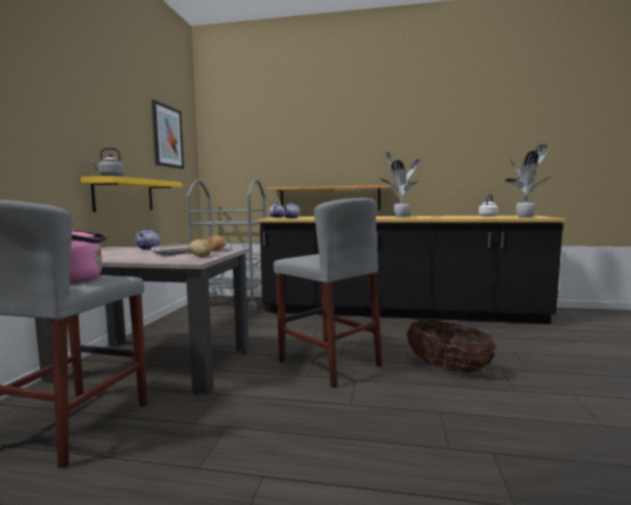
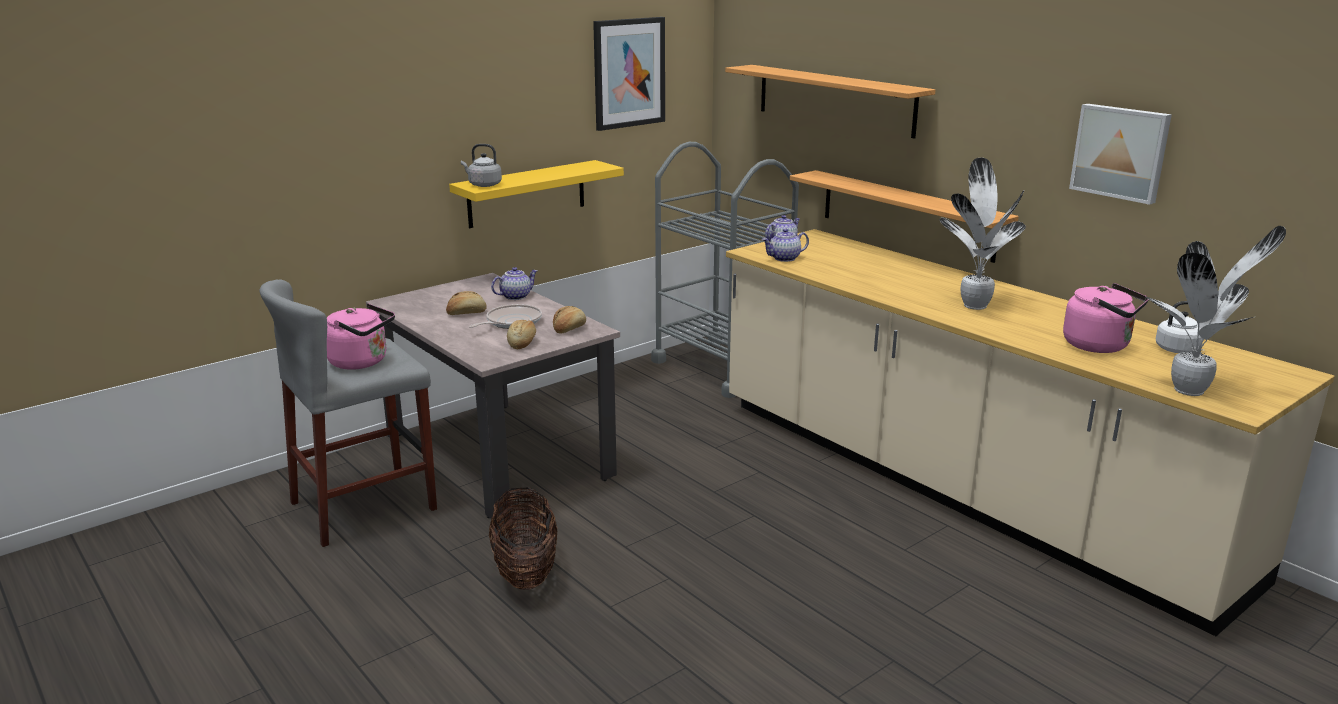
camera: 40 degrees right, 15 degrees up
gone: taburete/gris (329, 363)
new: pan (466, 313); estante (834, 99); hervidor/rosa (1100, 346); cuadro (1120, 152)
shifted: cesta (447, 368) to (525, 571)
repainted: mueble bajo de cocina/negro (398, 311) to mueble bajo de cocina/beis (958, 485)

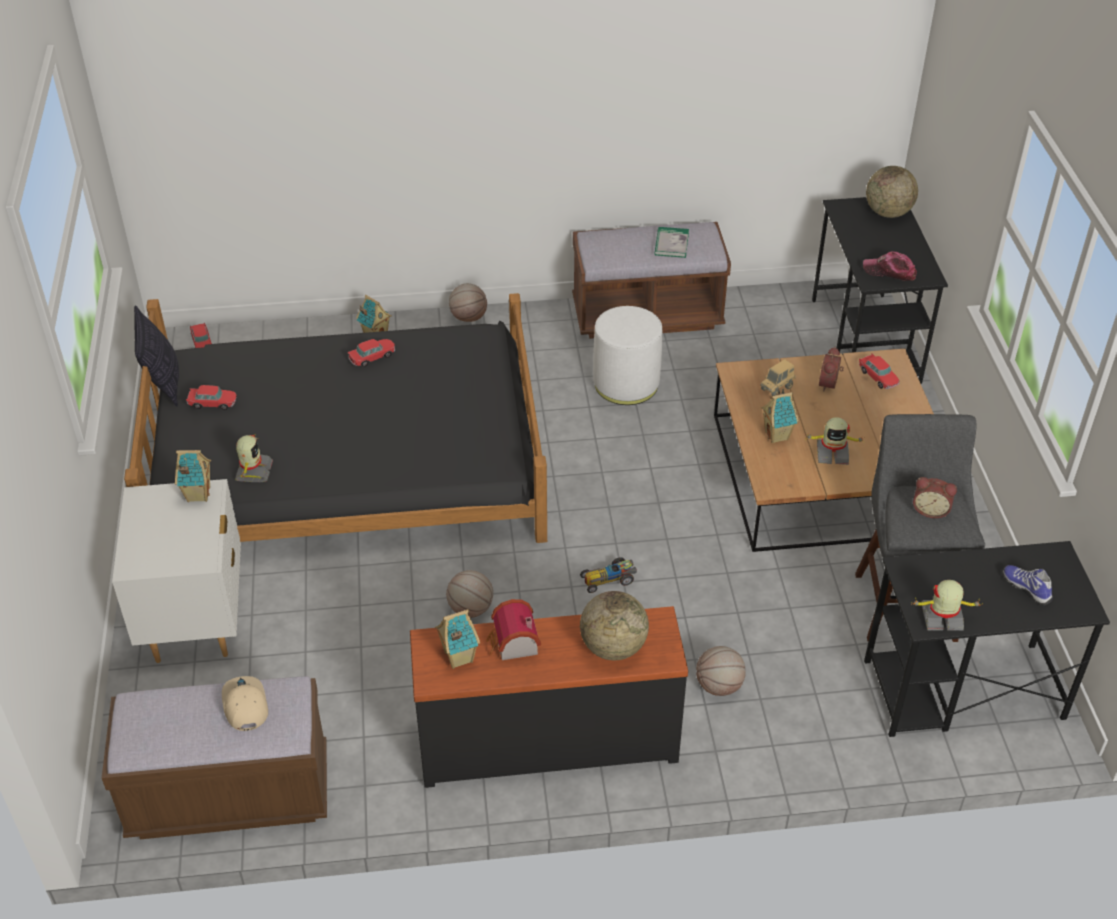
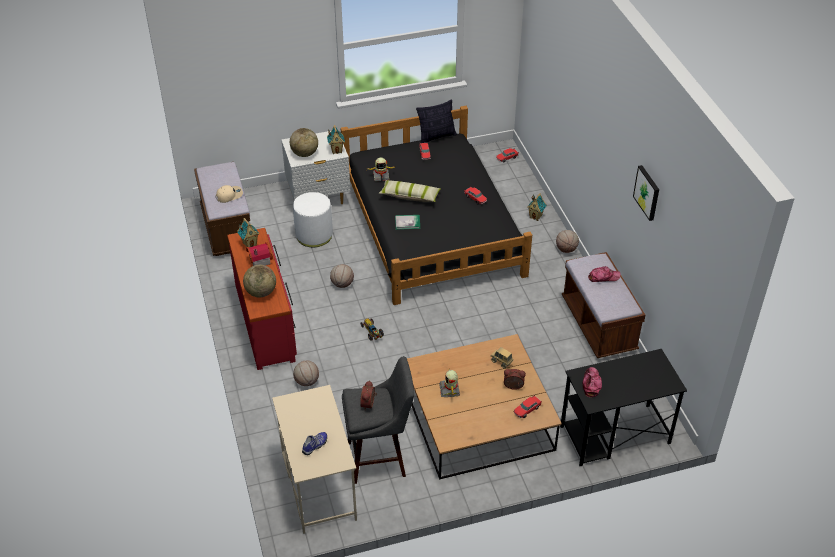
camera: 80 degrees right, 0 degrees up
gone: casita (777, 436); robot de juguete (942, 618)
new: cojín (410, 196); gorra (603, 277); cuadro (647, 192)
shifted: globo terráqueo (888, 212) to (304, 153); puf/blanco (626, 384) to (314, 235); libro (671, 244) to (407, 223)
repainted: cómoda/negro (547, 739) to cómoda/rojo (266, 322); escritorio/negro (961, 690) to escritorio/beis (318, 485)

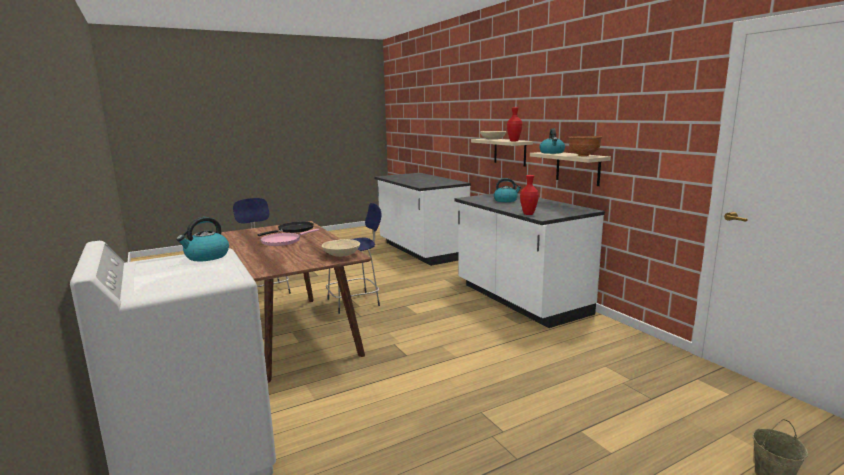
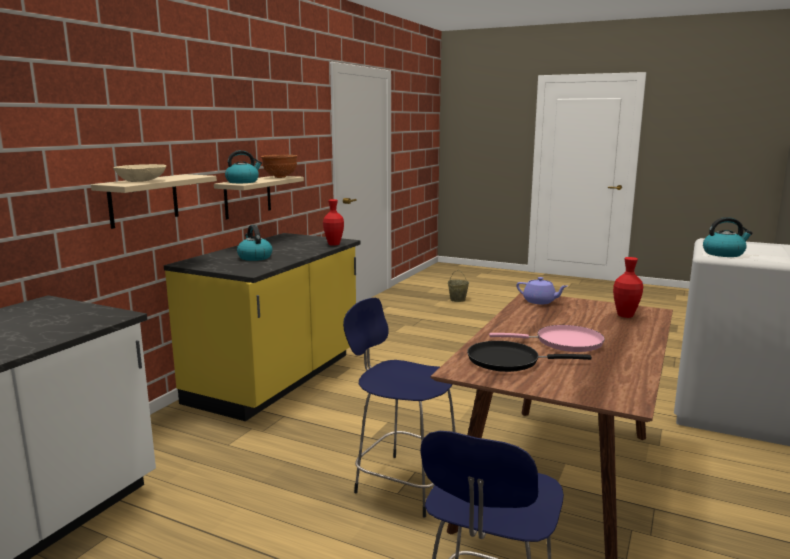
camera: 125 degrees left, 0 degrees up
shifted: florero/rojo (514, 141) to (625, 316)
swapped: cuenco/beis (341, 255) to tetera/morado (540, 301)
repainted: mueble bajo de cocina/blanco (520, 299) to mueble bajo de cocina/amarillo (277, 379)

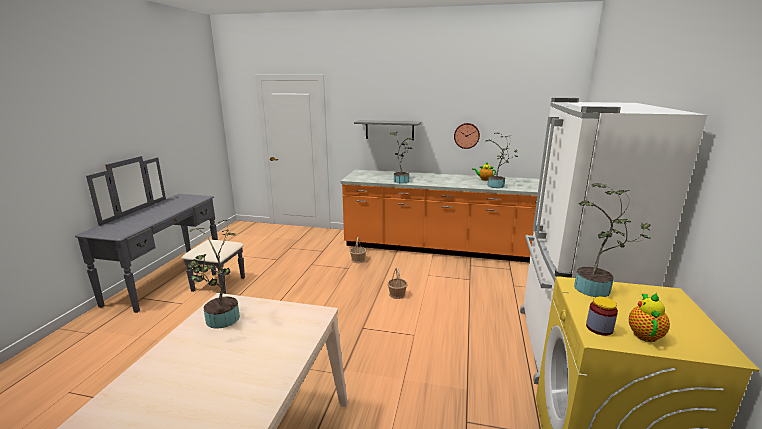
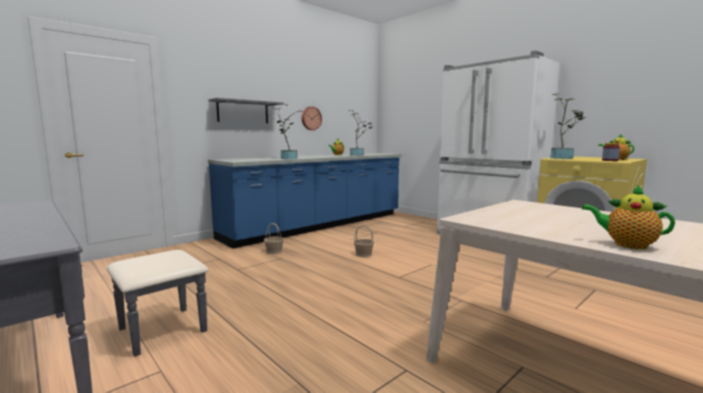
camera: 55 degrees left, 10 degrees down
gone: planta en maceta (221, 321)
new: tetera (626, 244)
repainted: mueble bajo de cocina/naranja (445, 248) to mueble bajo de cocina/azul (318, 225)

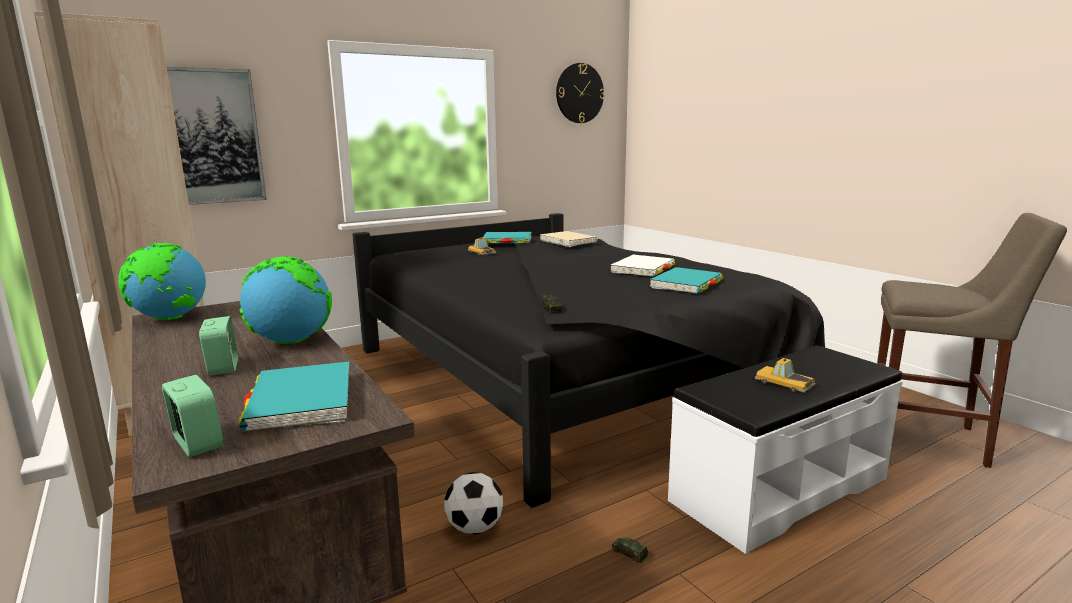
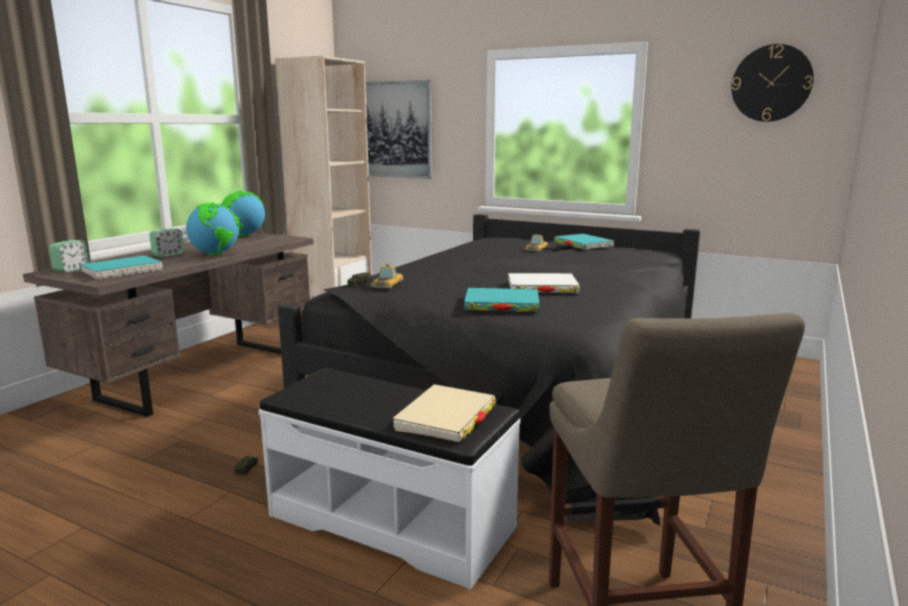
camera: 60 degrees right, 0 degrees up
gone: balón de fútbol (474, 528)
shifted: coche de juguete (783, 383) to (387, 284); libro/beis (568, 241) to (446, 417)

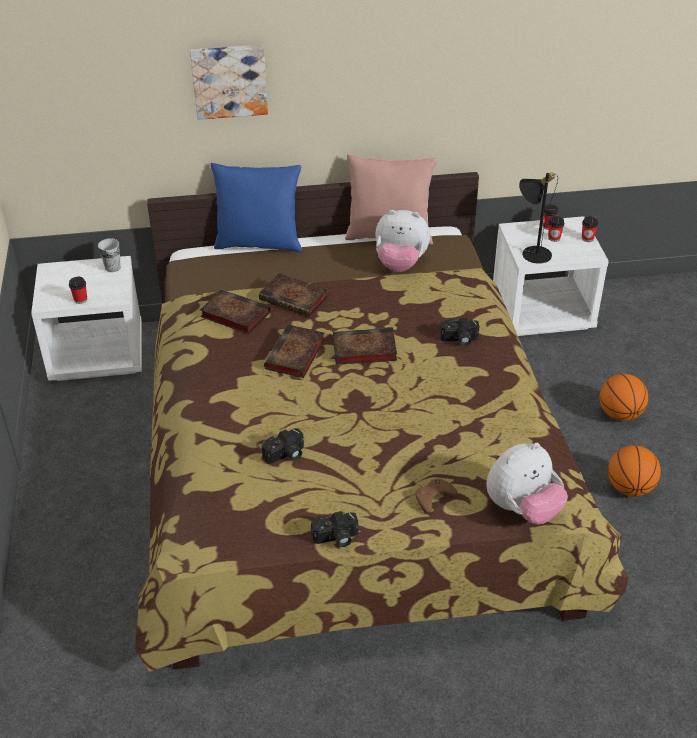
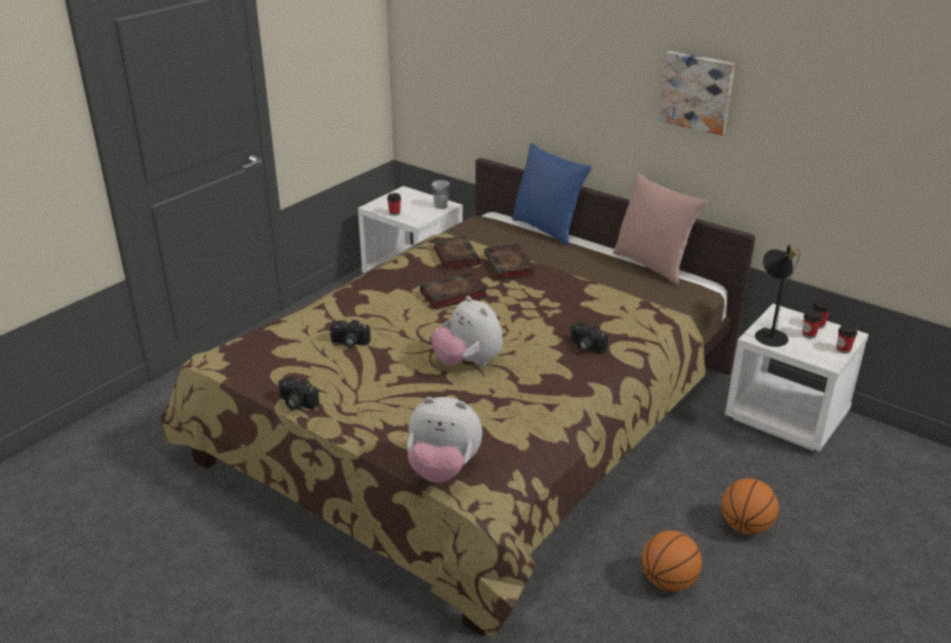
camera: 45 degrees right, 10 degrees down
gone: libro (362, 350); mando de consola/marrón (433, 497)
shifted: peluche (400, 264) to (468, 362); cuadro (229, 80) to (697, 91)

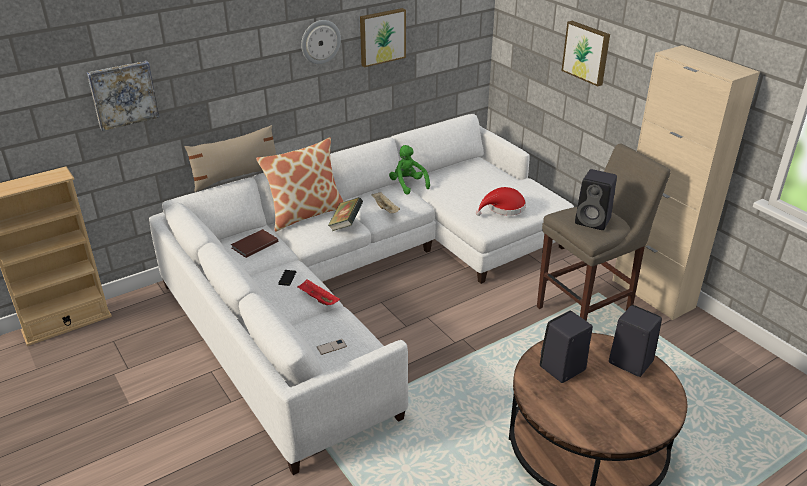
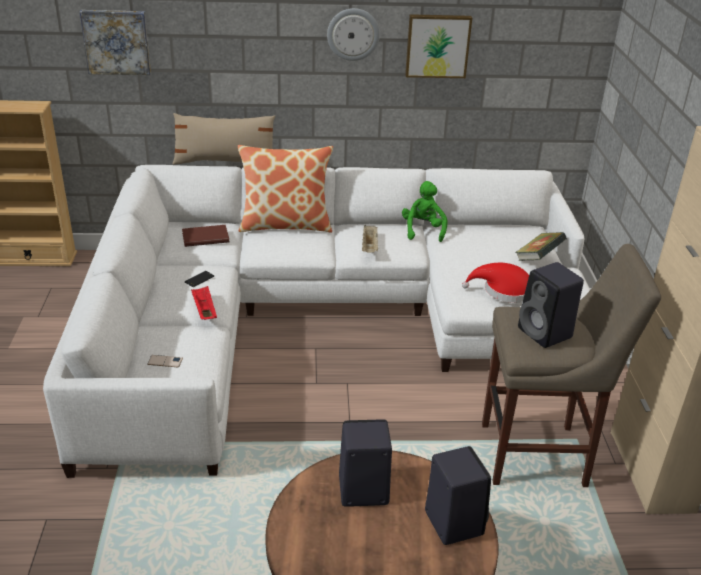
camera: 30 degrees right, 0 degrees up
gone: cuadro (587, 52)
shifted: libro (346, 224) to (538, 258)

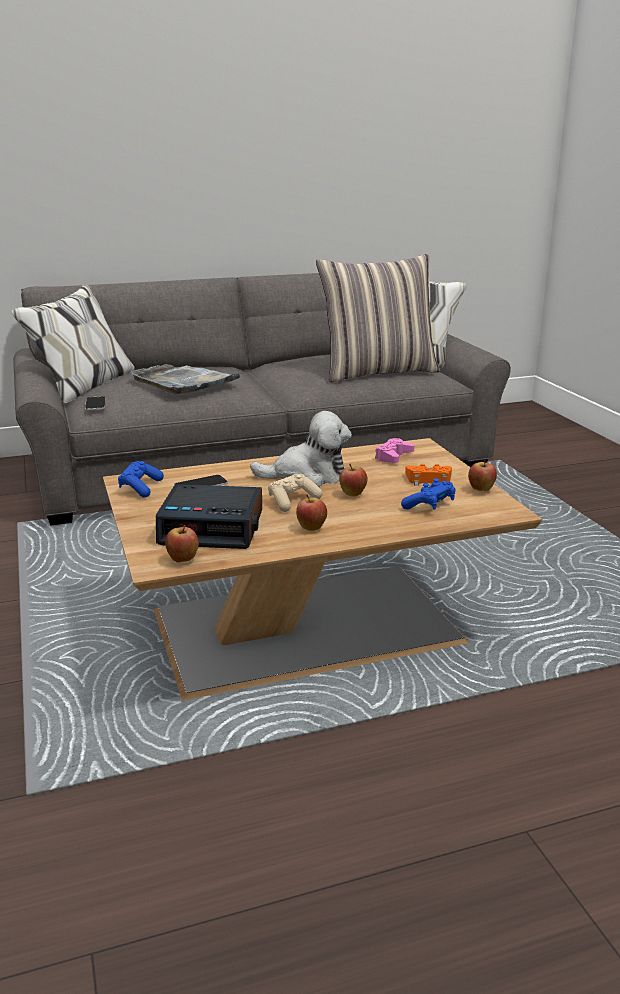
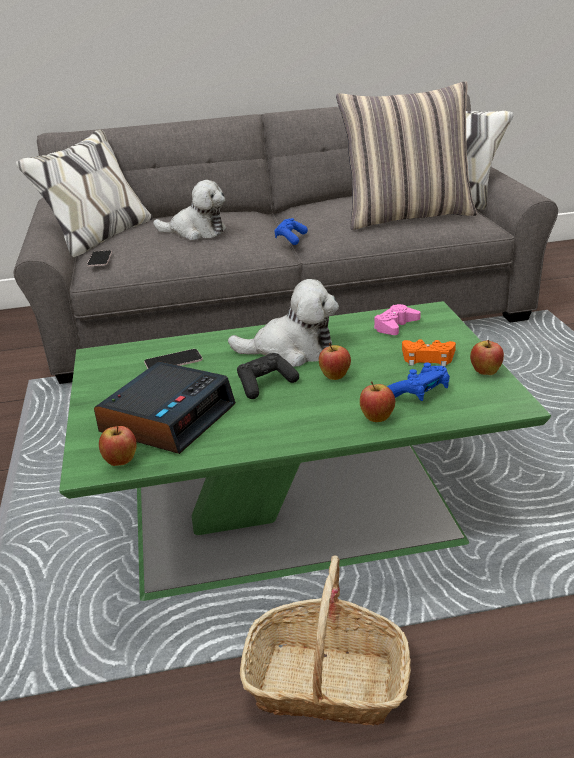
camera: 10 degrees right, 5 degrees up
new: cesta (327, 683)
shifted: mando de consola/azul (140, 488) to (291, 239); manzana (311, 529) to (377, 419)
swapped: bandeja/gris (184, 382) to peluche (196, 232)
repainted: mesa de centro/marrón (311, 625) to mesa de centro/verde (298, 513); mando de consola/beis (292, 501) to mando de consola/negro (265, 385)
rotated: despertador (213, 527) = (168, 418) 75 degrees counterclockwise

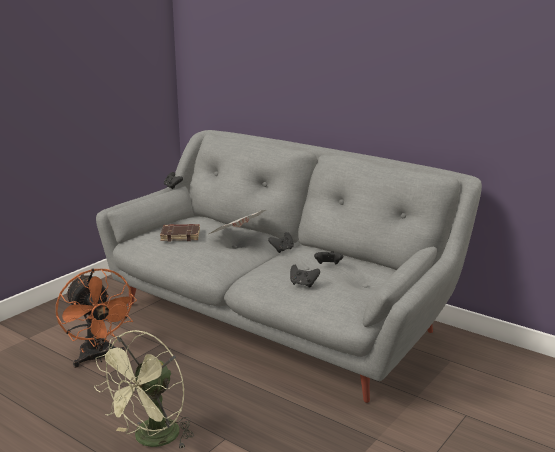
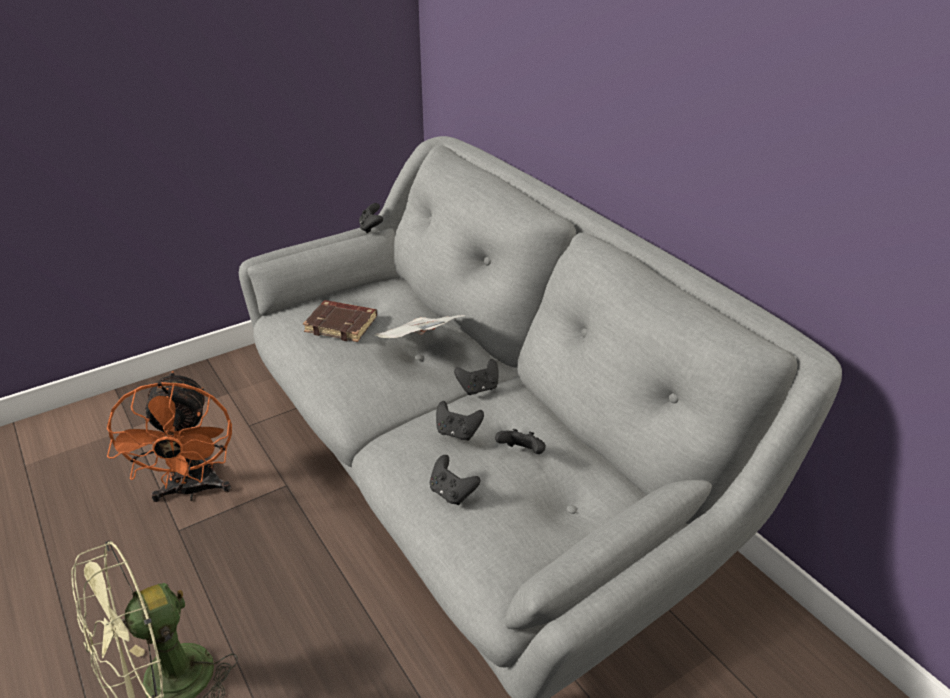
camera: 20 degrees right, 15 degrees up
new: mando de consola/negro (457, 432)

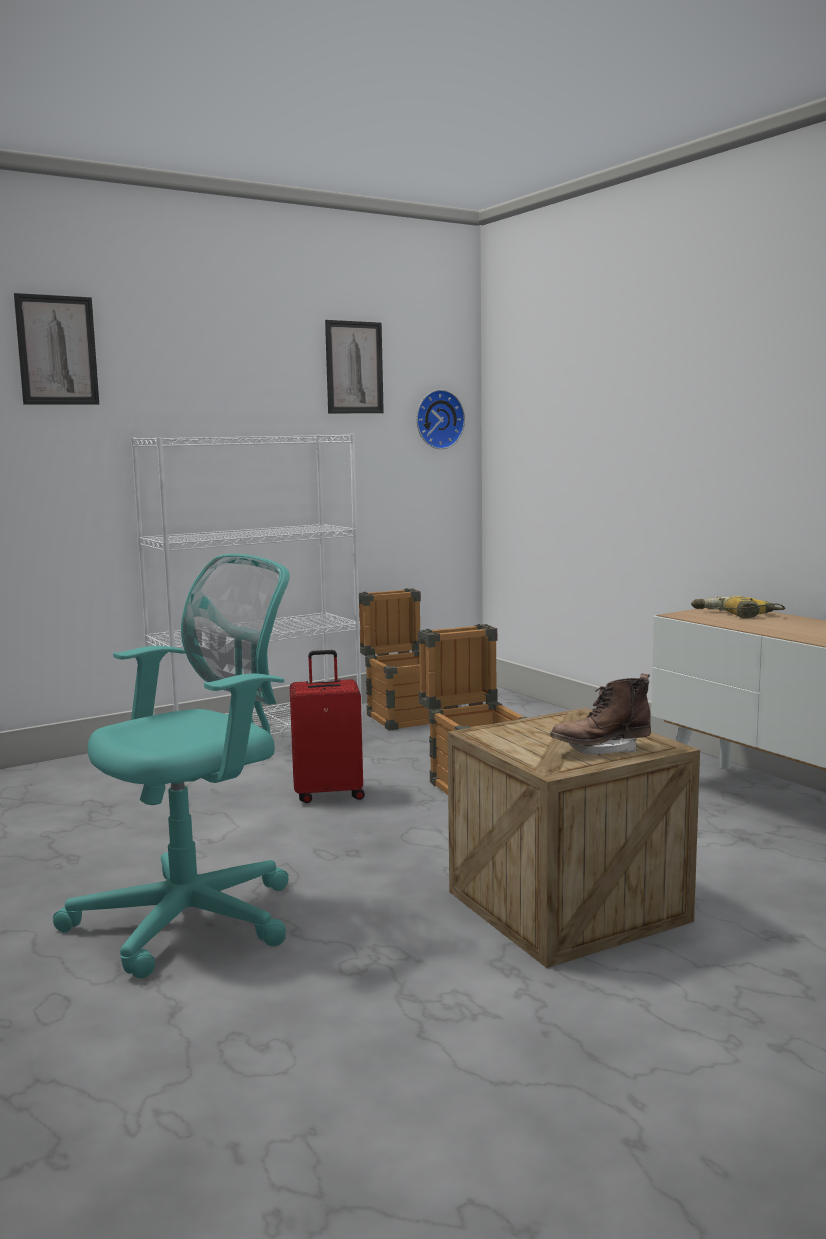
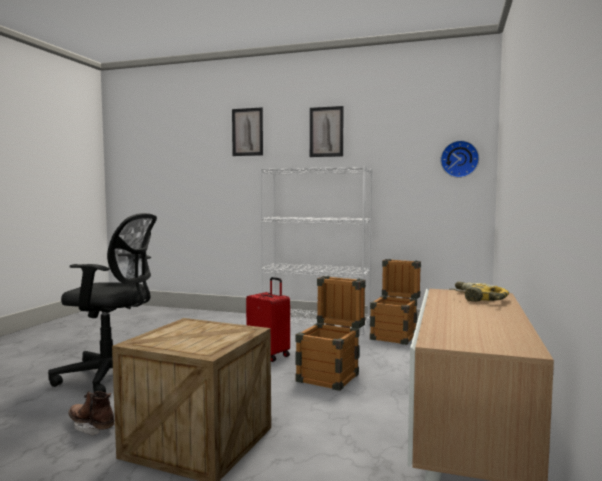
camera: 50 degrees right, 5 degrees down
shifted: bota/marrón (601, 750) to (91, 427); cuadro (354, 367) to (326, 132)
repainted: silla de oficina/turquesa (196, 918) to silla de oficina/negro (112, 377)

